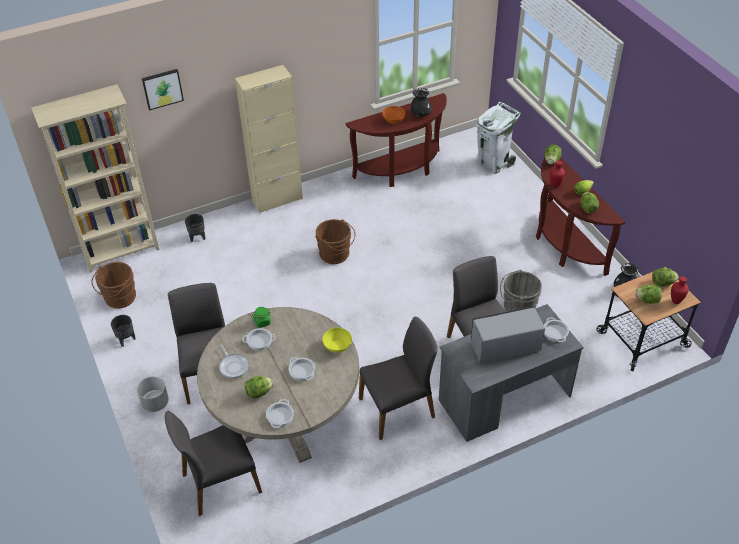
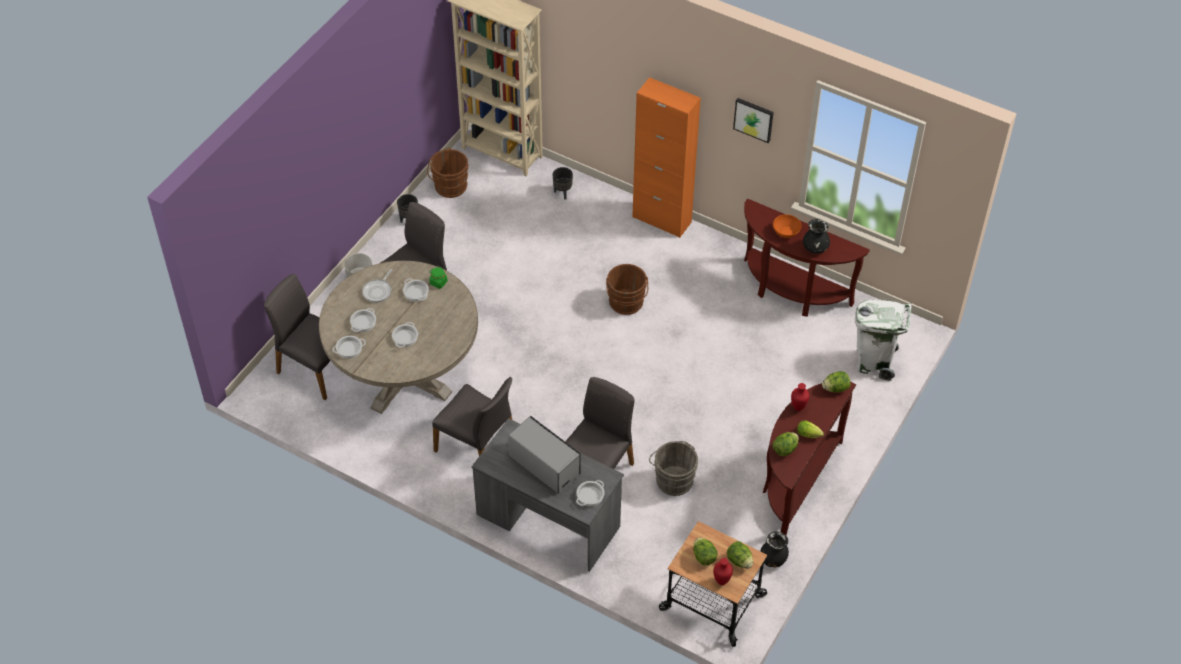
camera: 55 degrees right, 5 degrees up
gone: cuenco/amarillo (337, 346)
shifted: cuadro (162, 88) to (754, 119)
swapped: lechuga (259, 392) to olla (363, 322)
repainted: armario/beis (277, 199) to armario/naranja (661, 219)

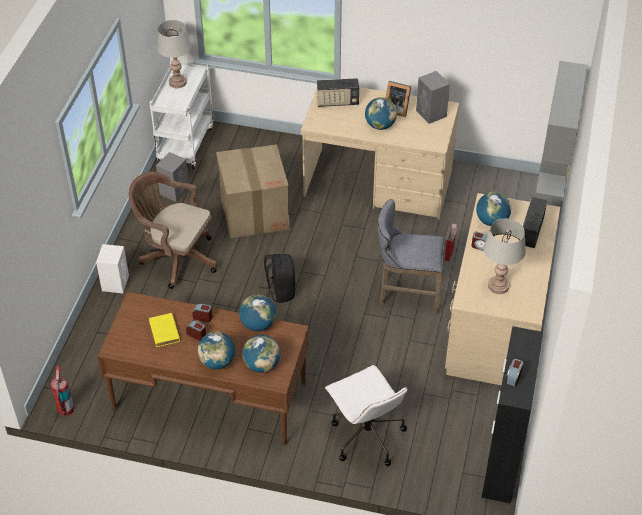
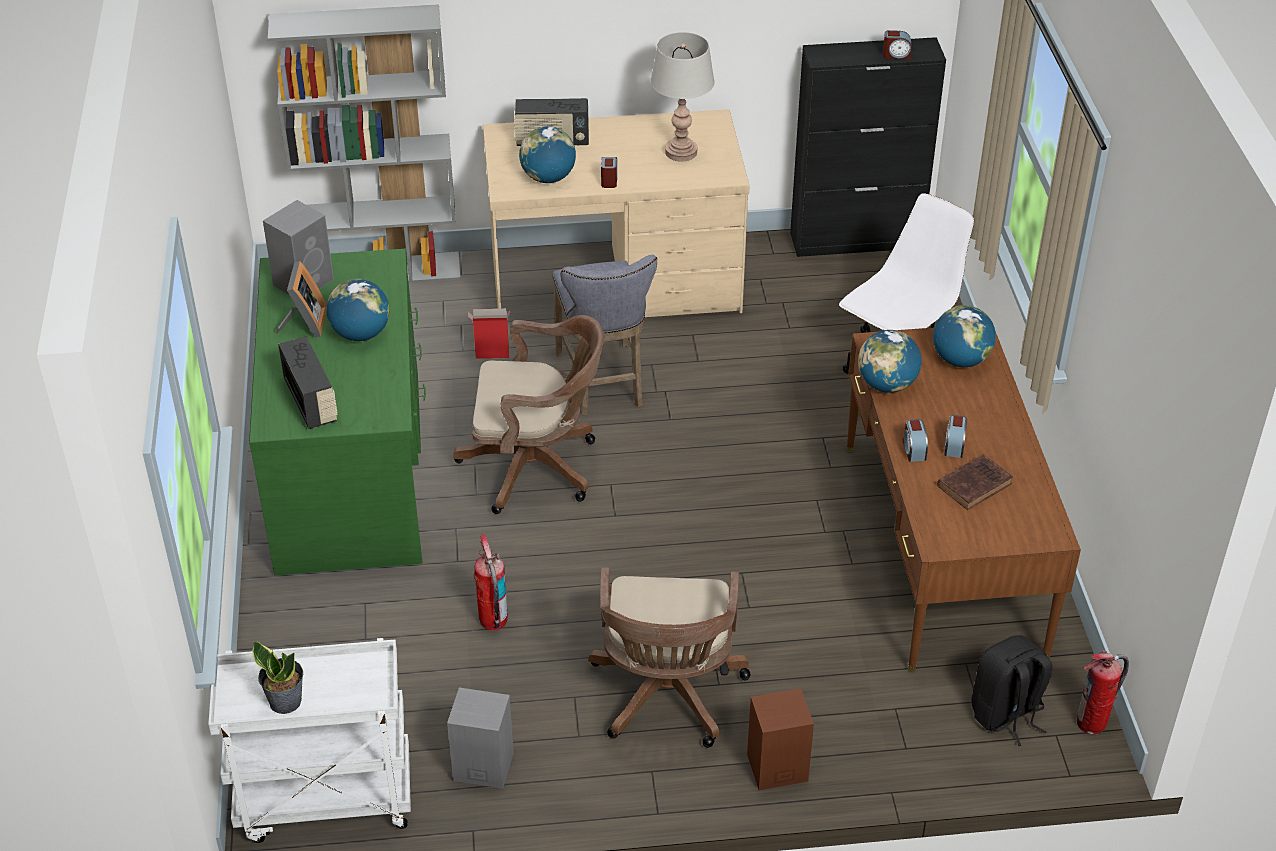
camera: 110 degrees left, 5 degrees down
gone: globo terráqueo (217, 362)
new: silla de oficina/marrón (537, 467)
shifted: mochila/negro (280, 291) to (1006, 714)
swapped: lámpara de mesa/gris (177, 82) to planta en maceta (285, 701); caja de cartón (254, 212) to extintor (493, 621)
repainted: escritorio/beis (378, 184) to escritorio/verde (351, 472); altavoz/blanco (115, 282) to altavoz/marrón (775, 768); libro/amarillo (164, 332) to libro/marrón (975, 484)

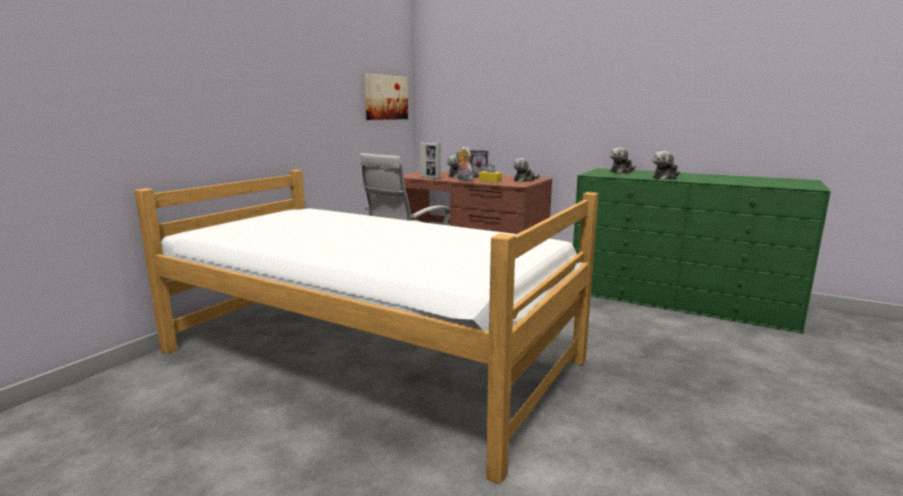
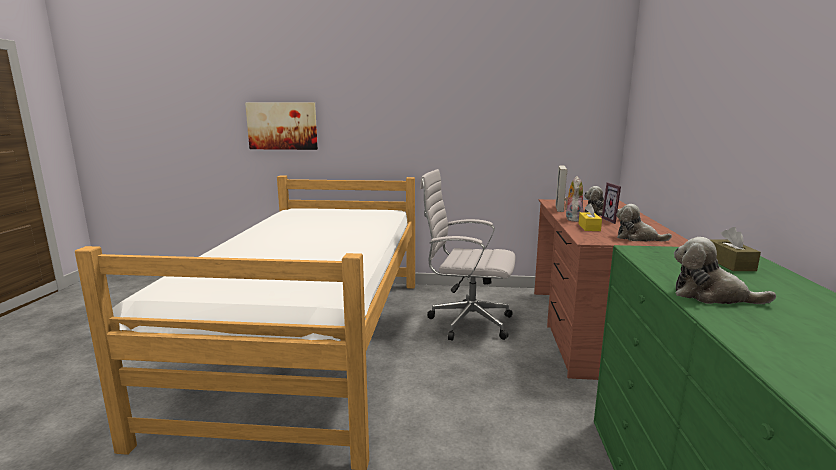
camera: 65 degrees right, 0 degrees up
shifted: cuadro (386, 97) to (282, 126)
swapped: peluche (621, 171) to caja de pañuelos/marrón (730, 264)

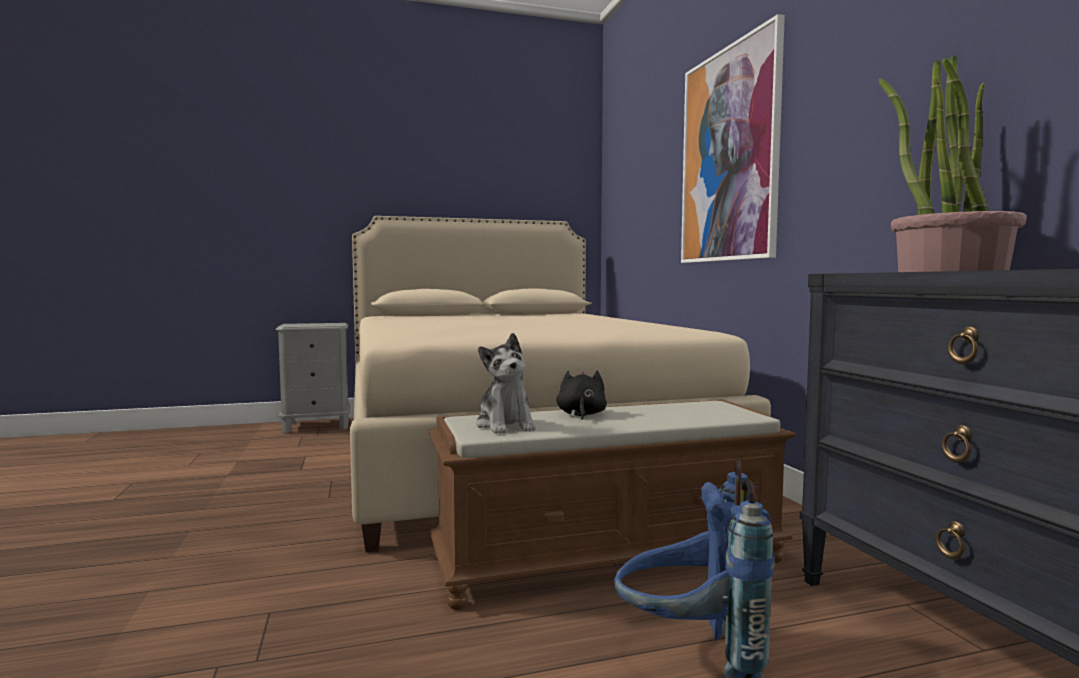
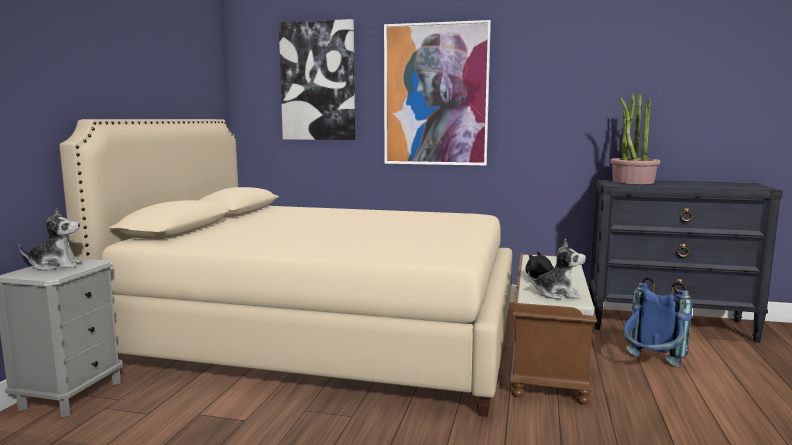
camera: 60 degrees left, 5 degrees up
new: peluche (55, 266); cuadro (318, 81)

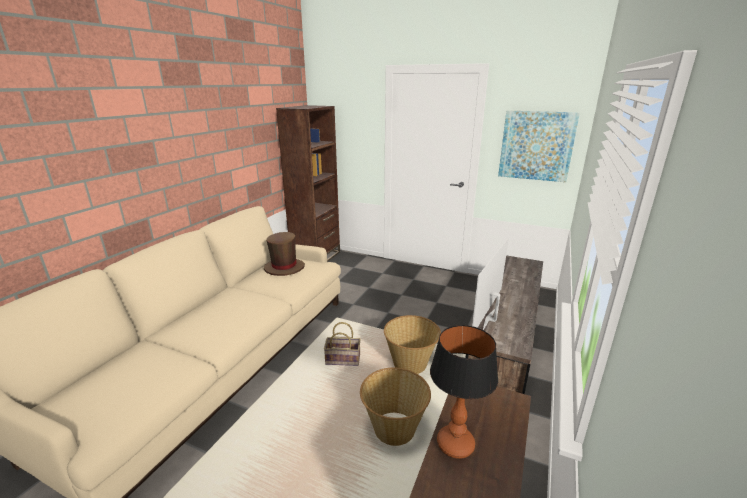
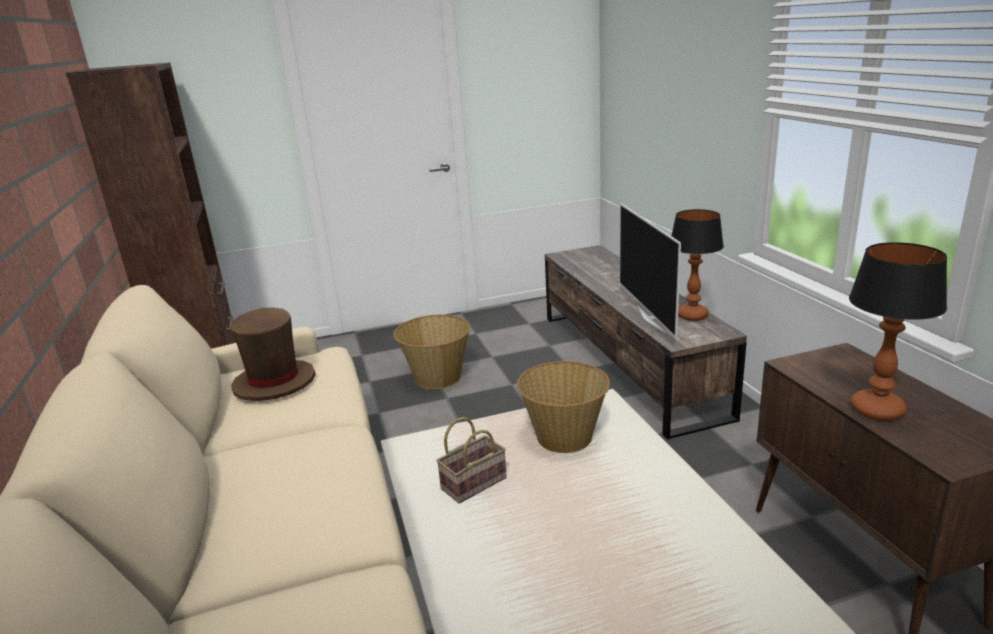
camera: 40 degrees left, 0 degrees up
gone: cuadro (536, 146)
new: lámpara de mesa (691, 315)
shifted: cesta (394, 428) to (437, 377)

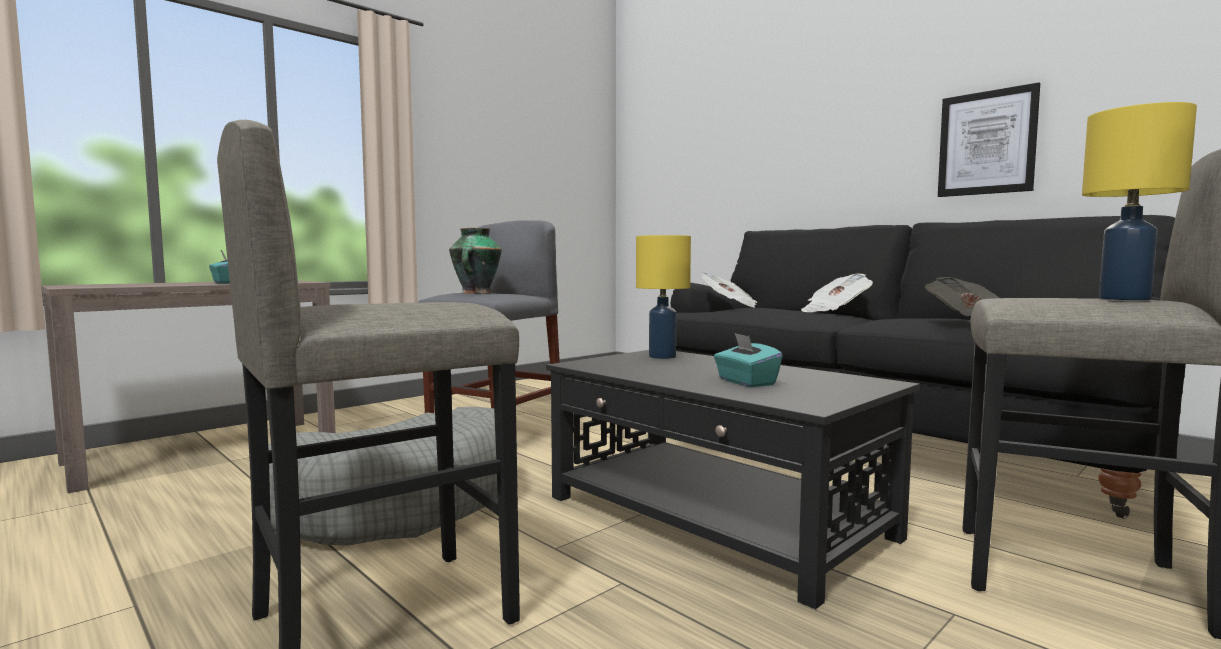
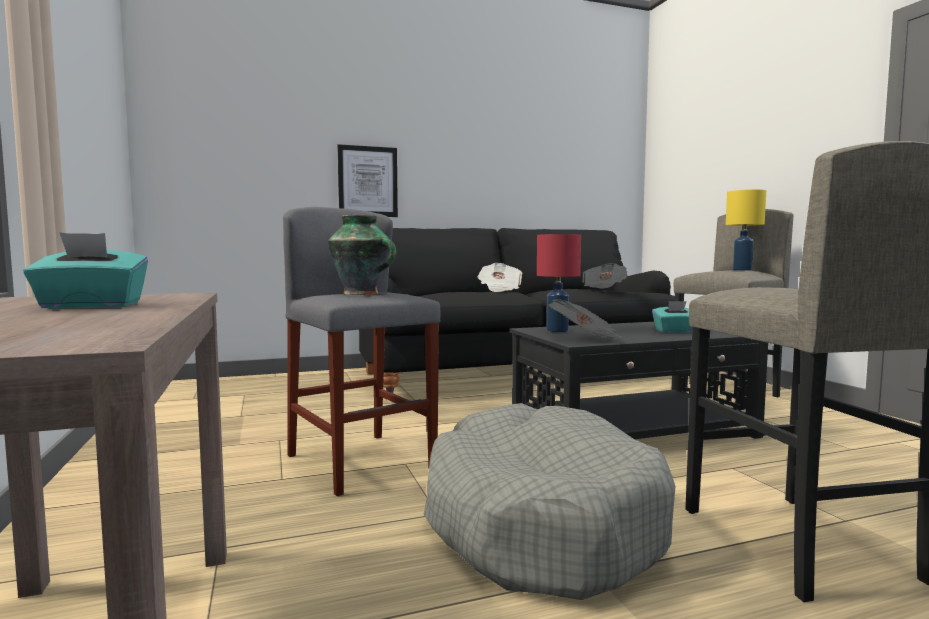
camera: 65 degrees left, 0 degrees up
shifted: cuadro (986, 143) to (367, 181); periódico (729, 306) to (585, 339)
repainted: lámpara de mesa/amarillo (662, 357) to lámpara de mesa/rojo (557, 330)

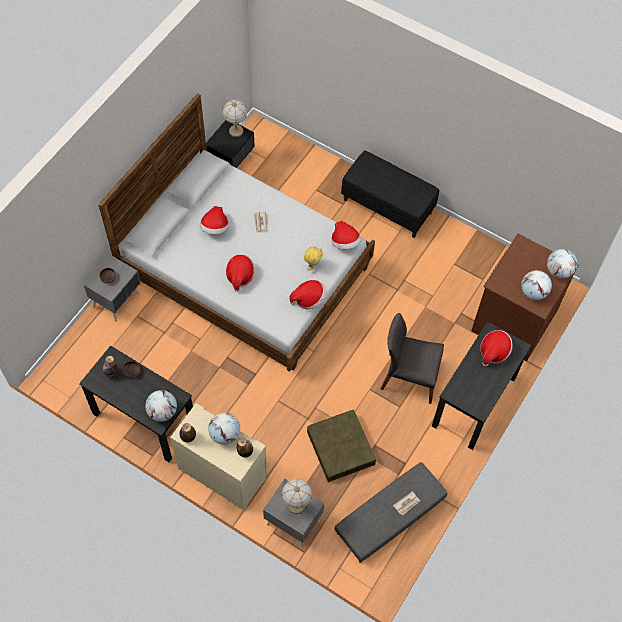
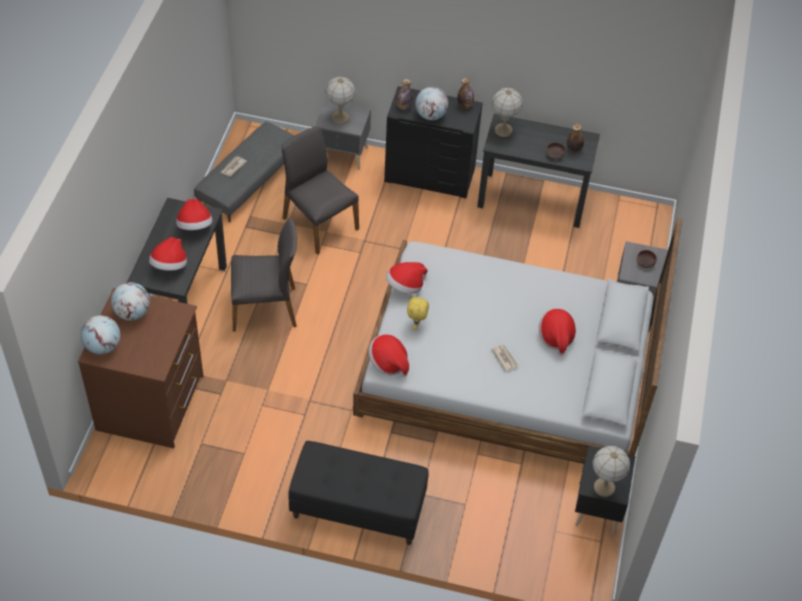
camera: 160 degrees right, 10 degrees down
shifted: sombrero (240, 276) to (195, 226)
swapped: caja de almacenaje/marrón (340, 448) to silla/gris (319, 223); globo terráqueo (162, 412) to lámpara de mesa (503, 130)
repainted: cómoda/beis (222, 474) to cómoda/negro (430, 175)

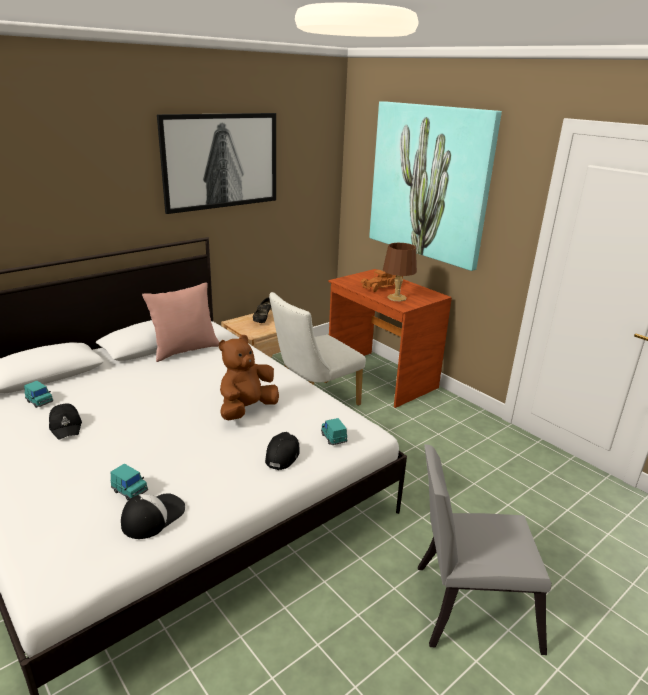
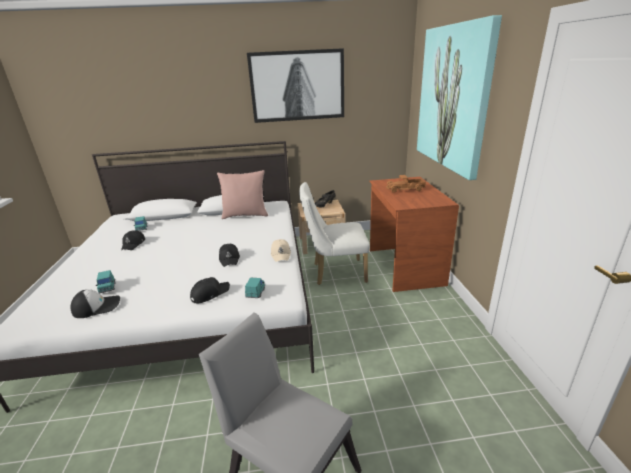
camera: 35 degrees right, 0 degrees up
gone: lámpara de mesa/marrón (396, 298)
new: gorra/beis (281, 254)
swapped: peluche/marrón (246, 409) to gorra/negro (229, 258)

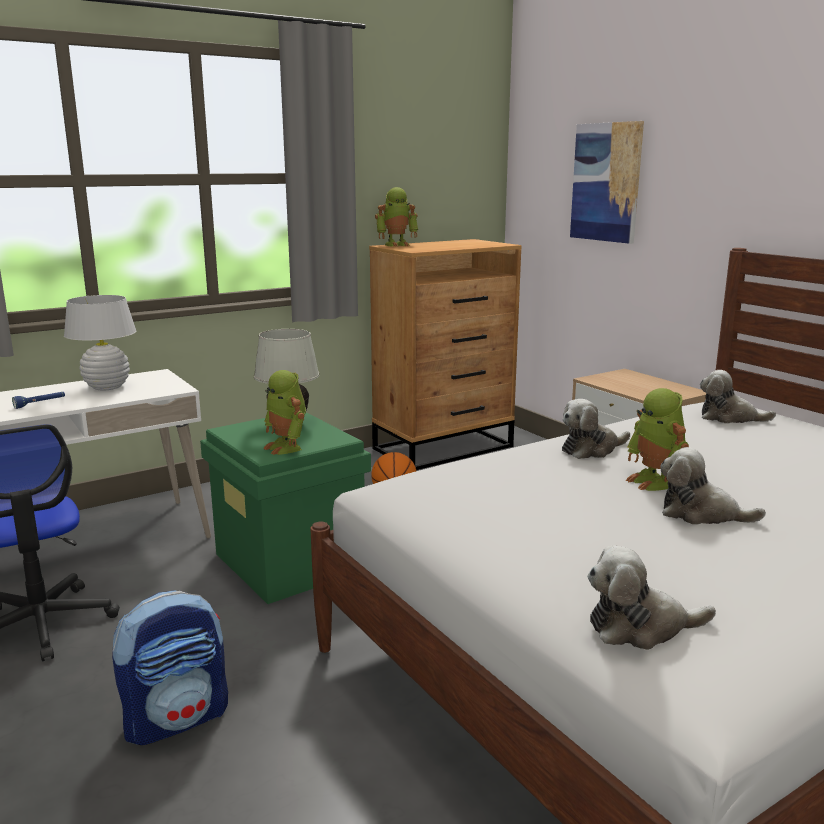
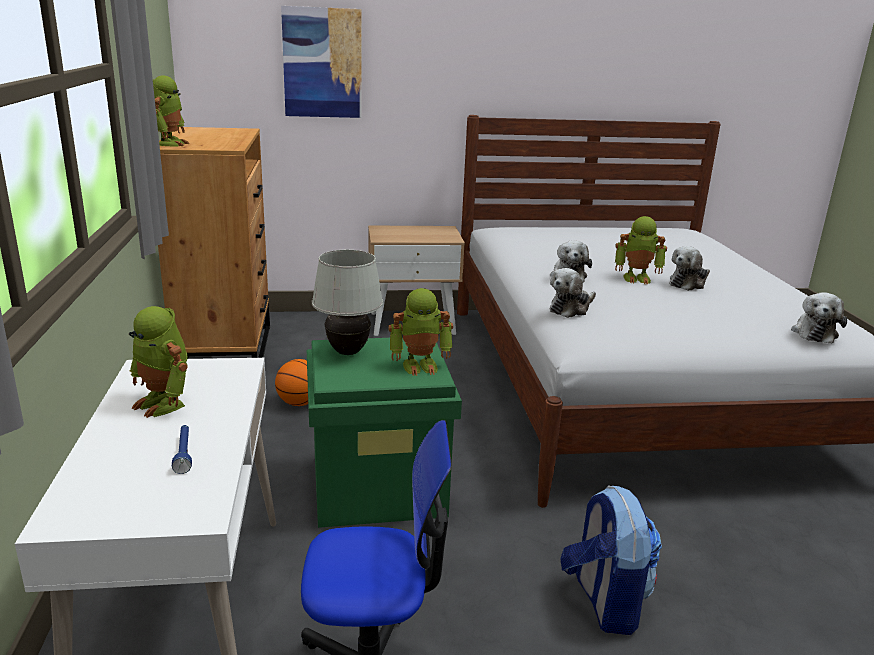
camera: 65 degrees left, 5 degrees up
shifted: peluche (729, 418) to (571, 308)
swapped: lámpara de mesa/blanco (107, 387) to robot de juguete (164, 403)

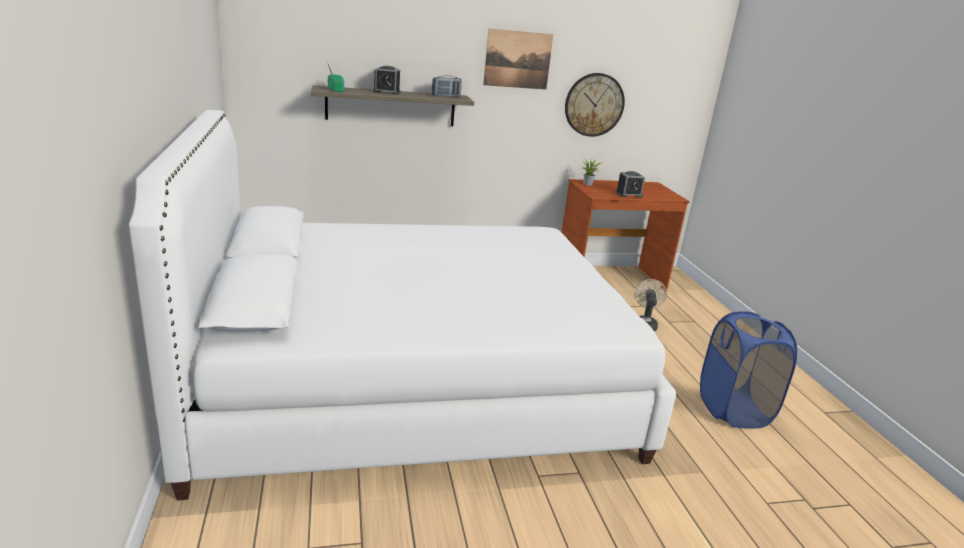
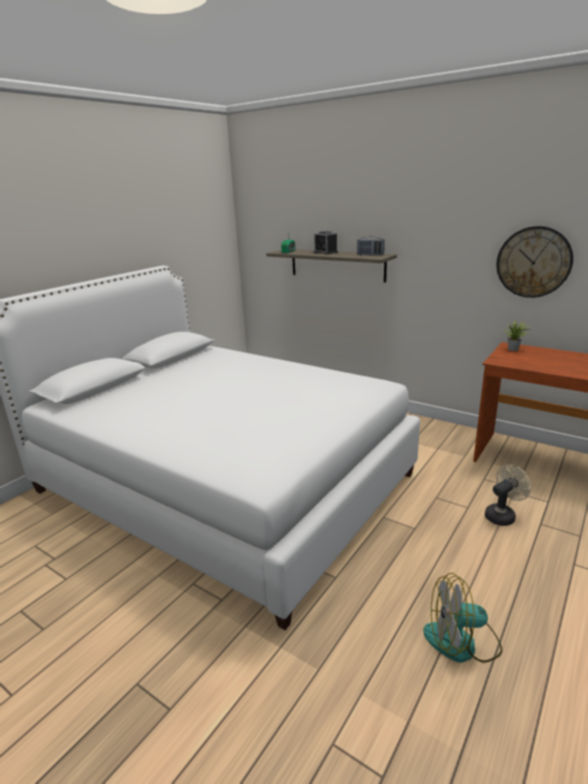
camera: 50 degrees right, 0 degrees up
gone: cuadro (518, 59); despertador (628, 194)
swapped: cesto de la ropa/azul (733, 410) to ventilador (462, 642)

